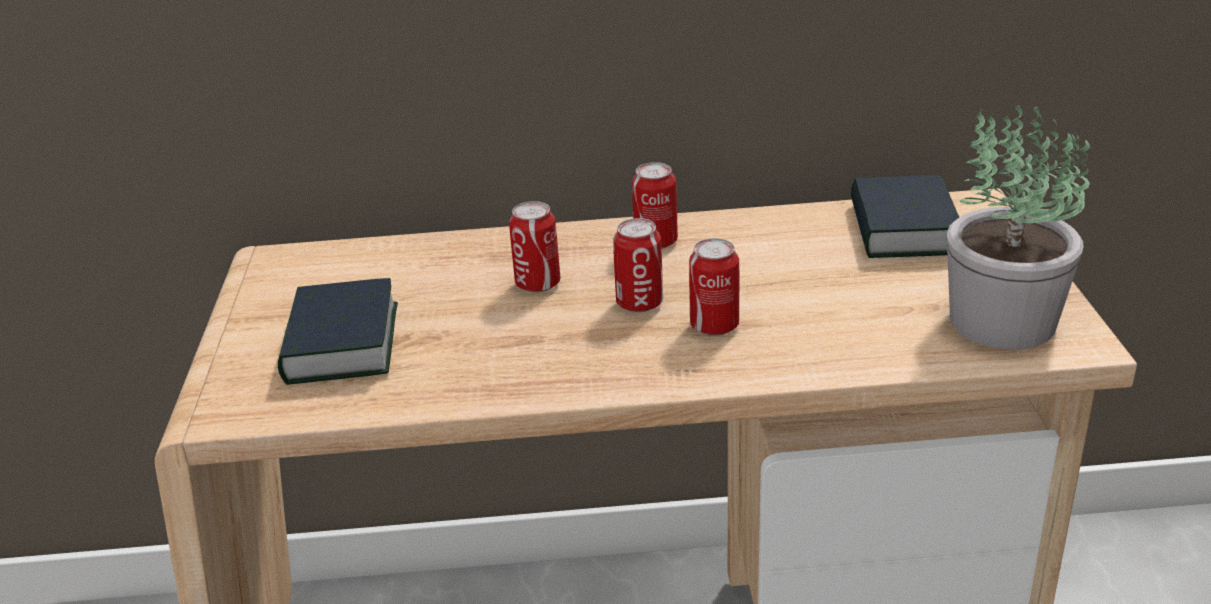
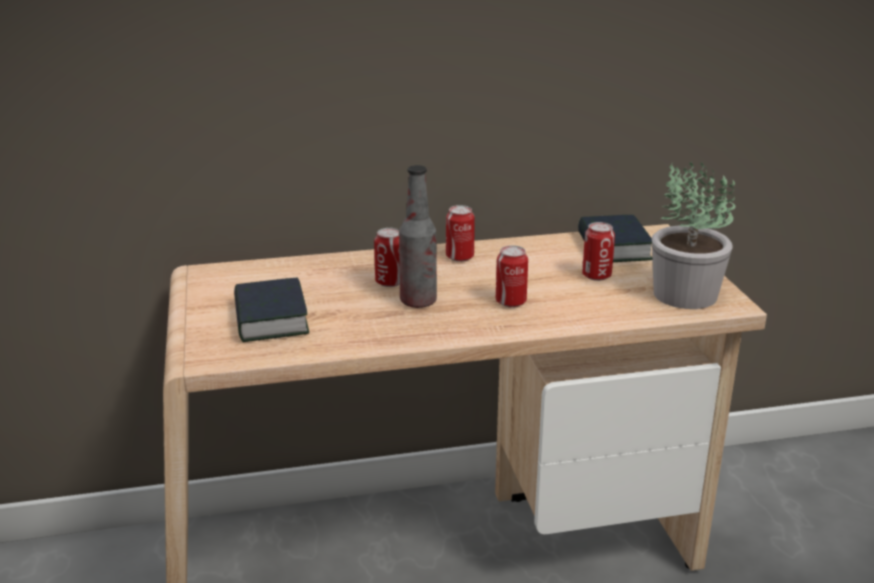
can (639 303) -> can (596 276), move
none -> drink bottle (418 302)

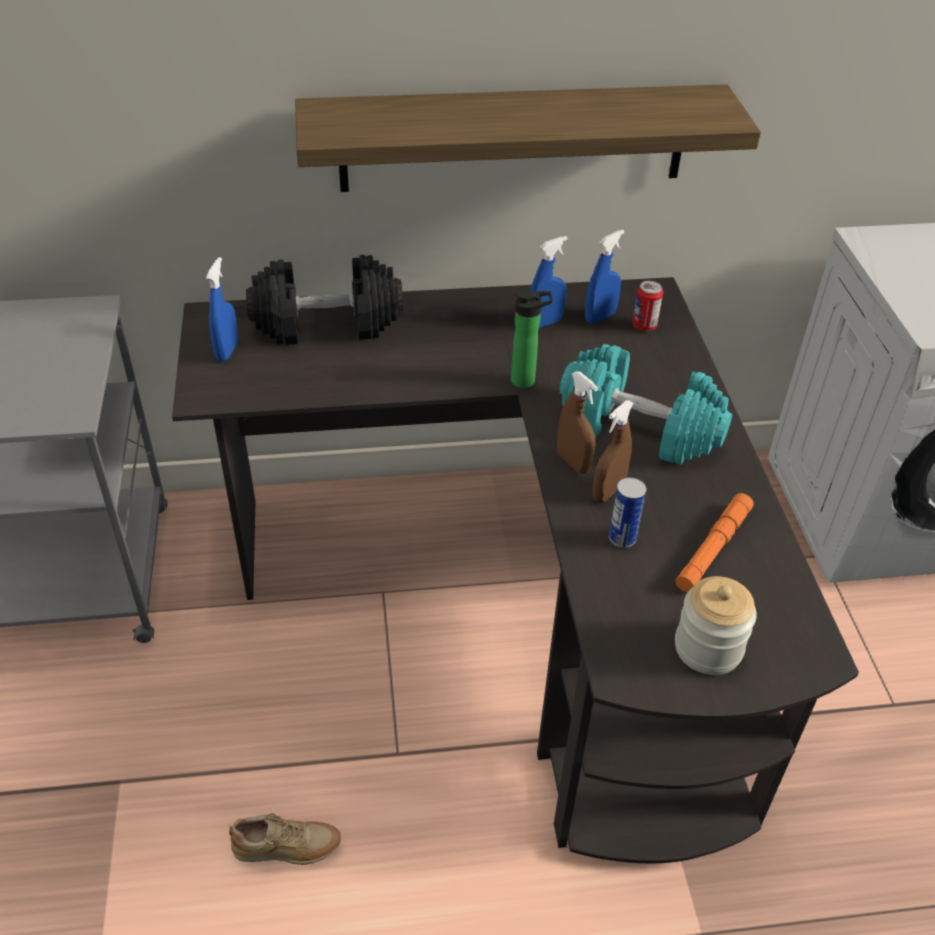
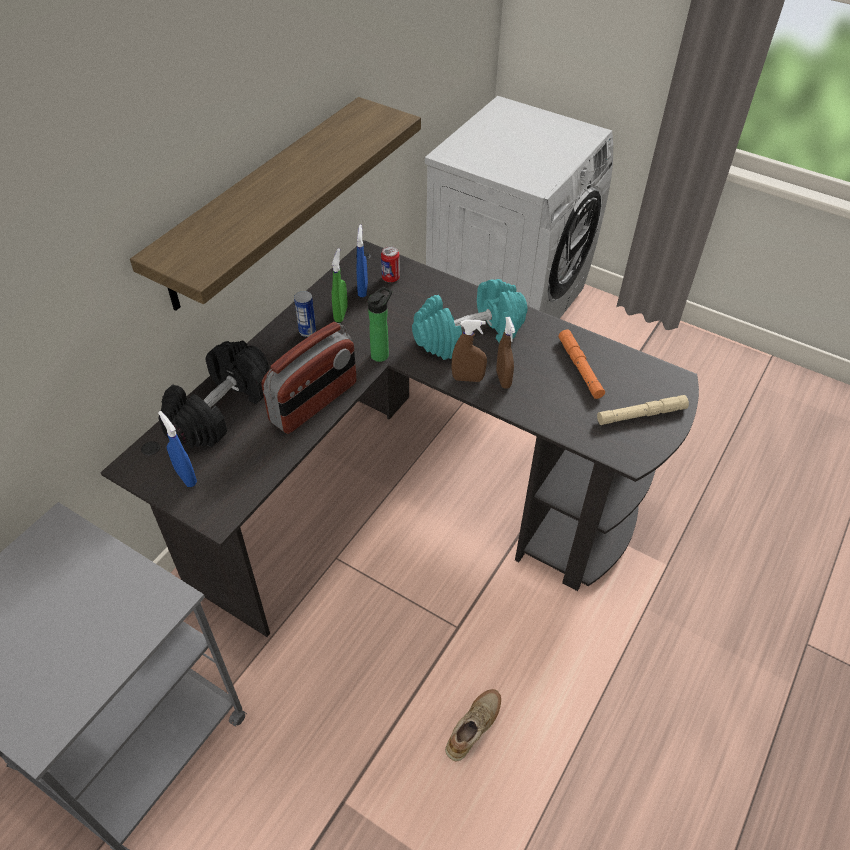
bluish spray bottle (545 323) -> greenish spray bottle (340 314)
can (622 538) -> can (307 331), move
preserve jar (708 648) -> sand-coloured torch (641 415)
none -> radio set (314 403)

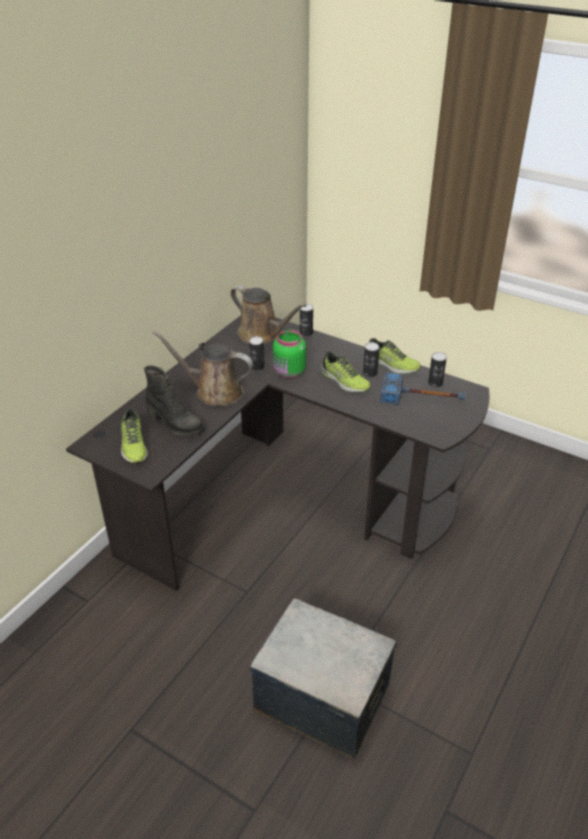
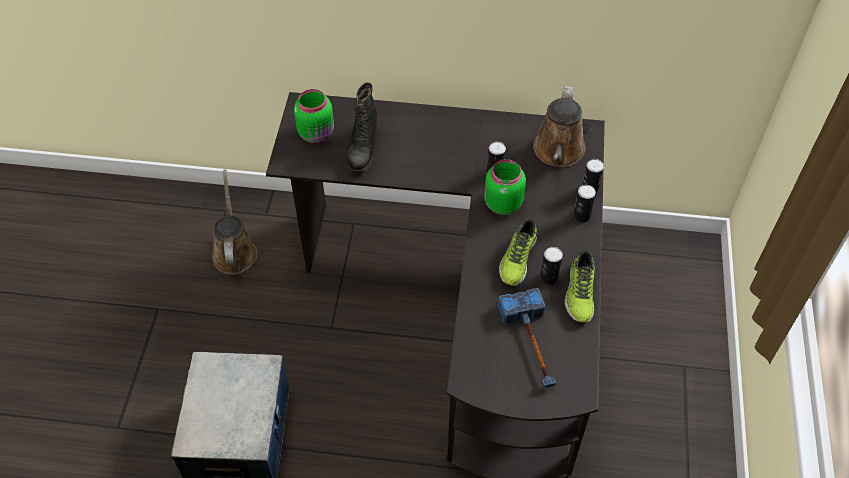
brown sprinkling can (214 391) -> brown sprinkling can (234 251), move
can (435 383) -> can (581 216), move
item of footwear (133 445) -> greenish preserve jar (317 133)

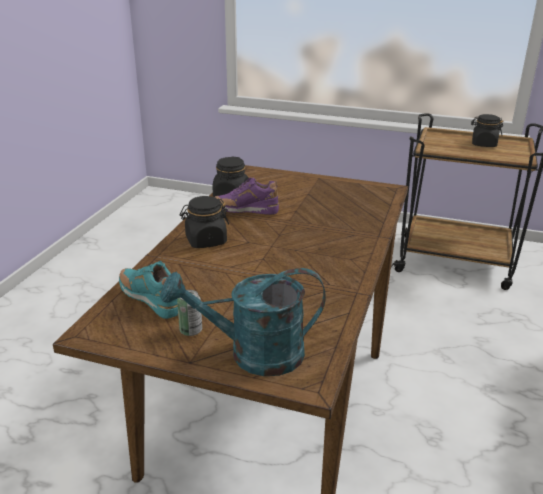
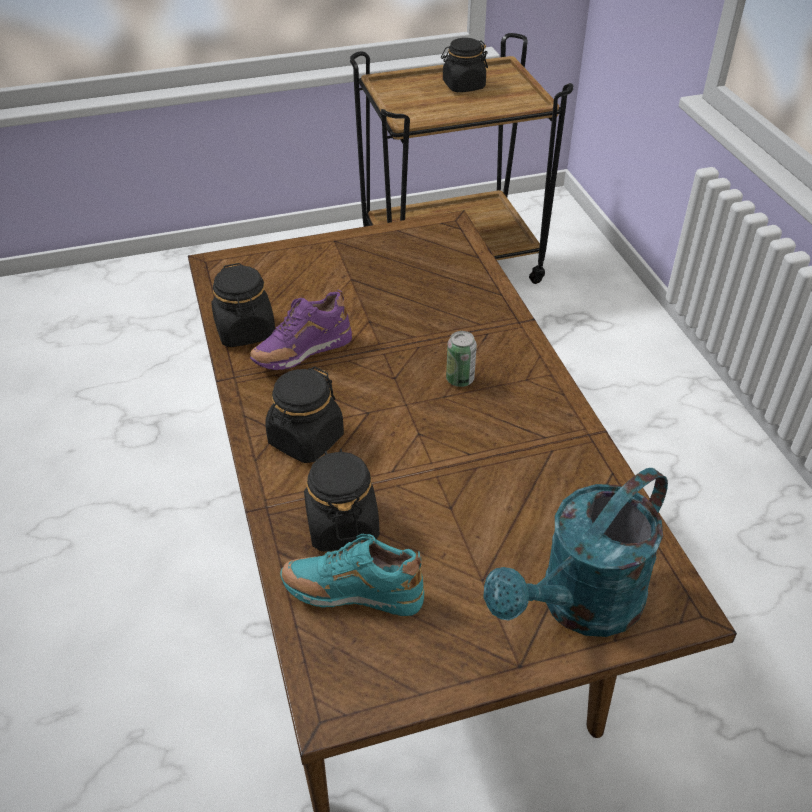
can (191 330) -> can (460 379), move
none -> black preserve jar (342 525)

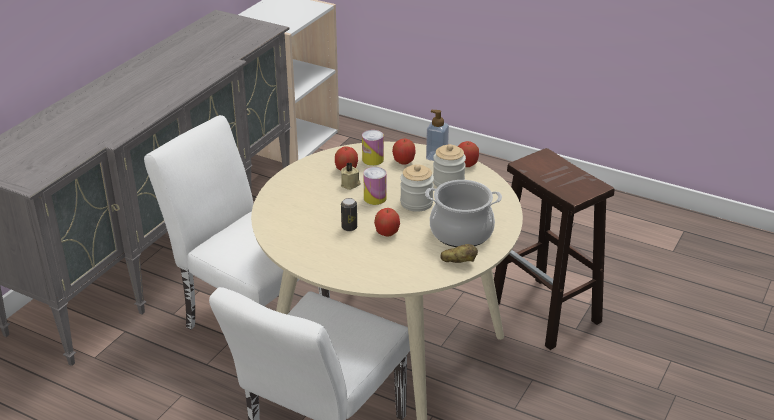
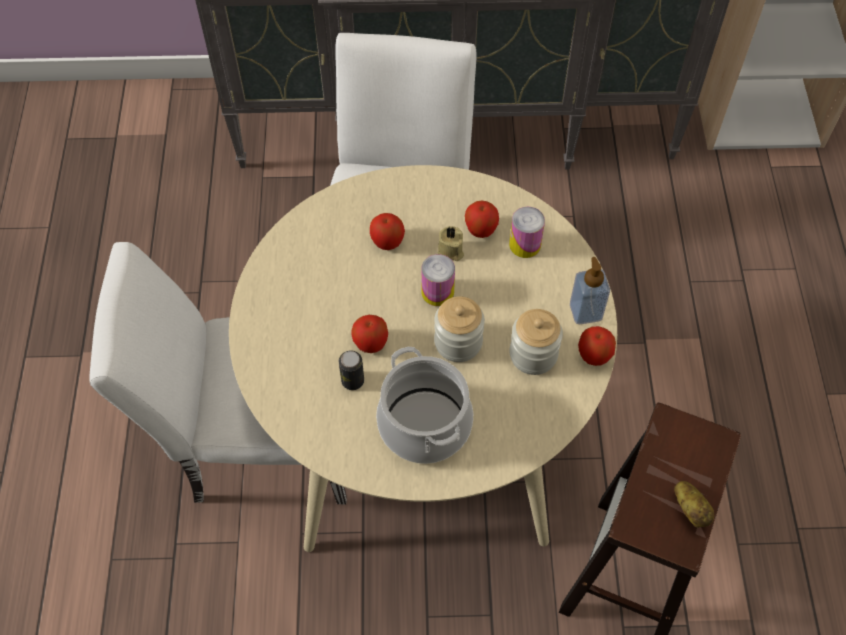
apple fruit (404 161) -> apple fruit (387 241), move
can (349 227) -> can (352 381), move
whole potato (458 262) -> whole potato (691 509), move

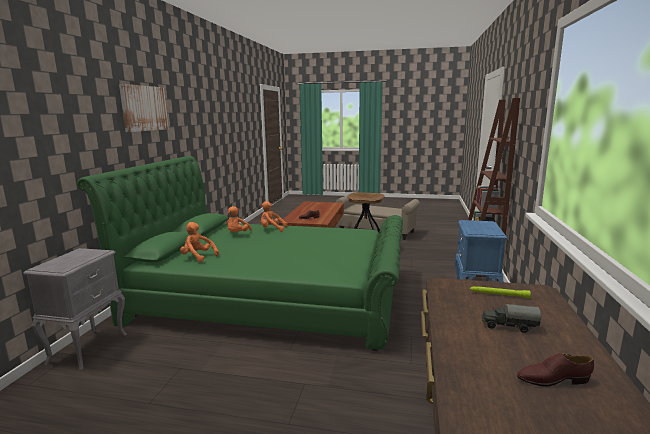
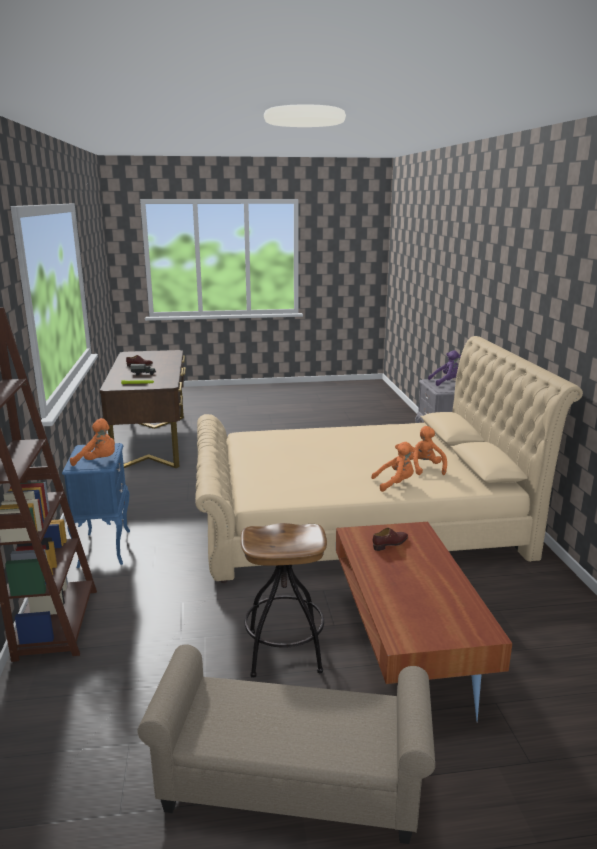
wall picture (144 108) -> none
greenish bed (269 295) -> sand-coloured bed (358 517)
orange-coloured plush toy (198 257) -> orange-coloured plush toy (98 461), move
none -> purple-coloured plush toy (445 382)

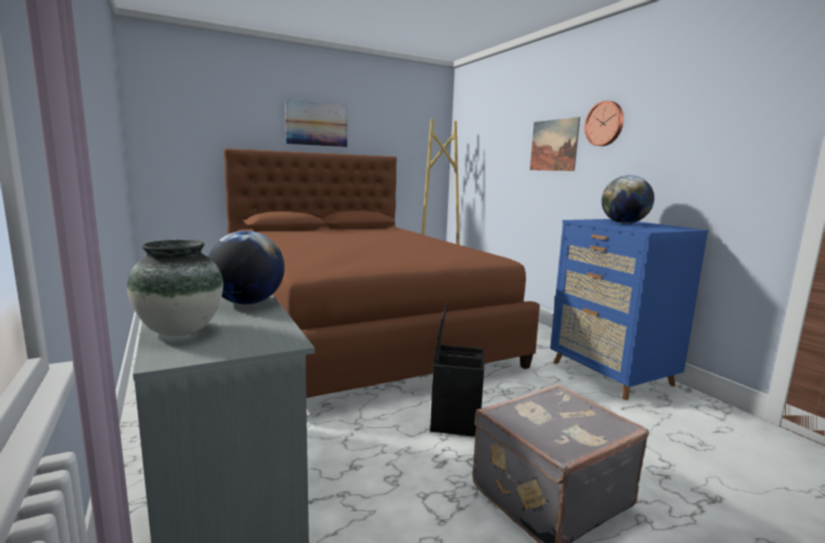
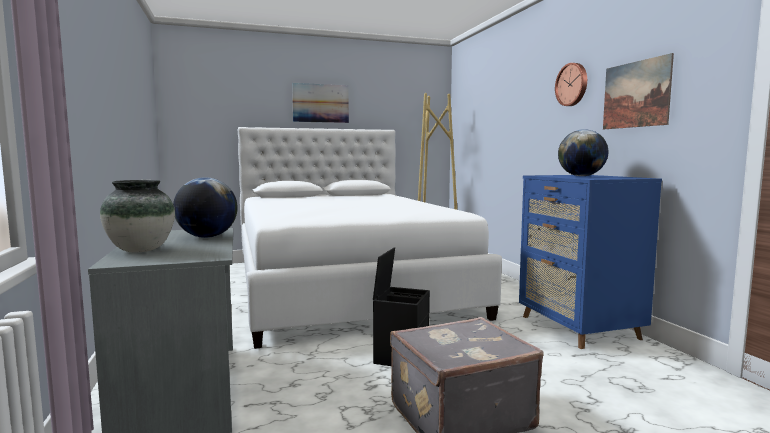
wall picture (553 145) -> wall picture (635 94), move
brown bed (357 329) -> white bed (345 285)

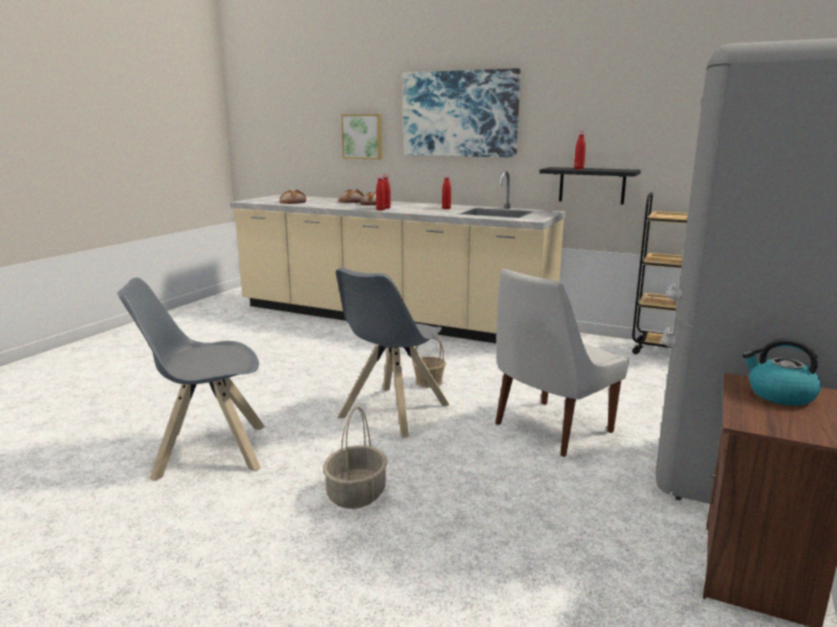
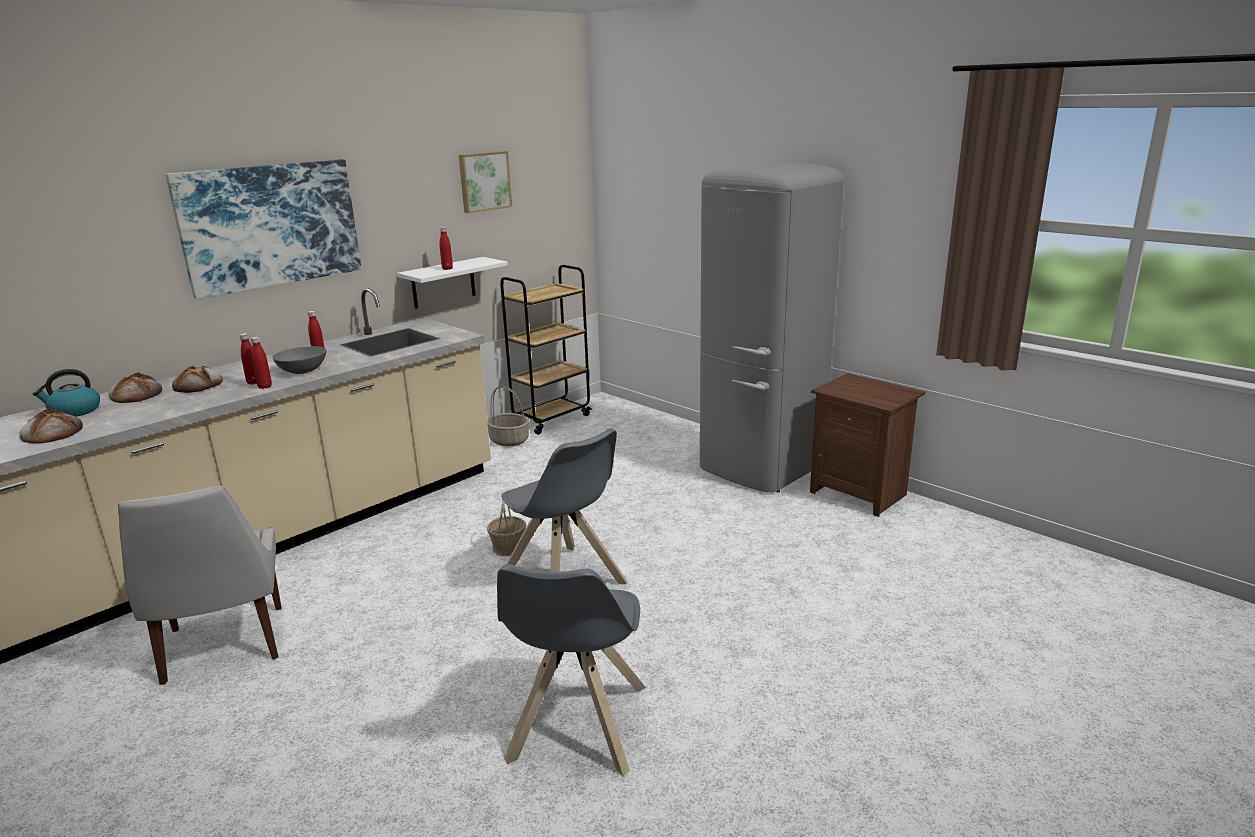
wall picture (362 136) -> wall picture (484 181), move
black wall shelf (592 185) -> white wall shelf (443 283)
white plain chair (549 429) -> white plain chair (223 647), move
tea kettle (779 395) -> tea kettle (74 411), move
storage basket (356 494) -> storage basket (509 440), move
none -> greyish bowl (303 370)

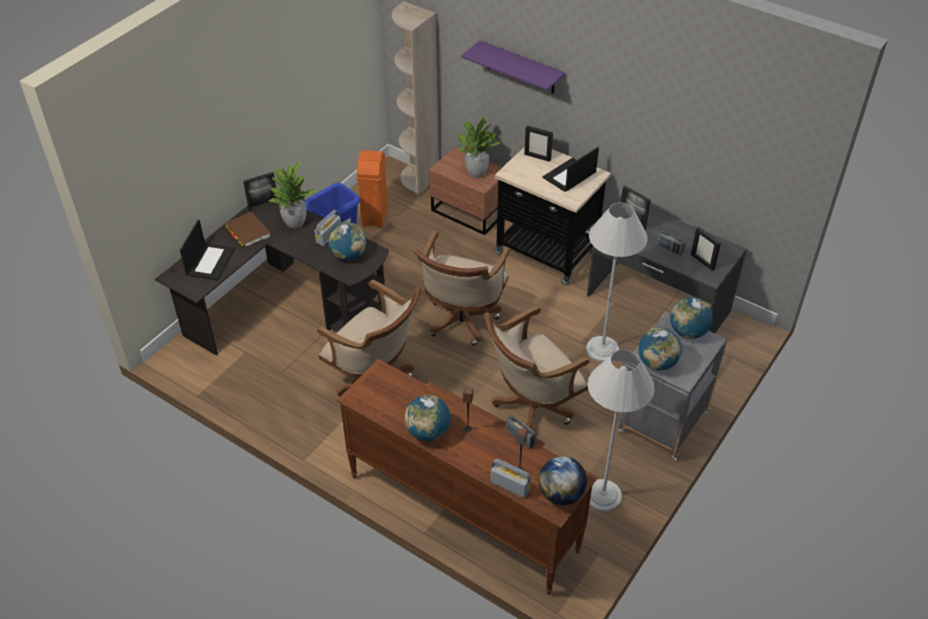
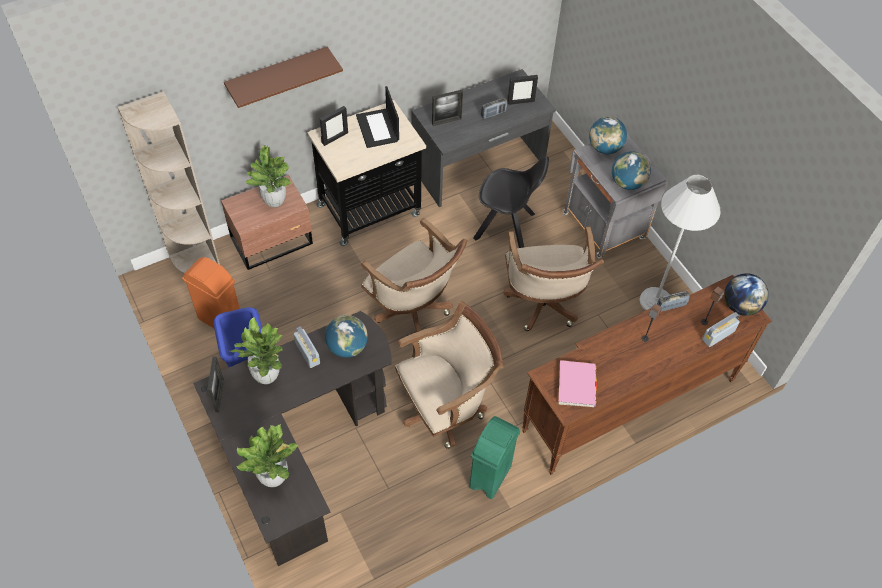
purple-coloured wall shelf (521 68) -> brown wall shelf (278 75)
white standing lamp (602 349) -> black plain chair (506 227)
brown volume (248 231) -> none
portable computer (210 261) -> houseplant (274 477)
desk globe (428 432) -> none
none -> pinkish volume (576 385)
none -> greenish trash can (489 477)

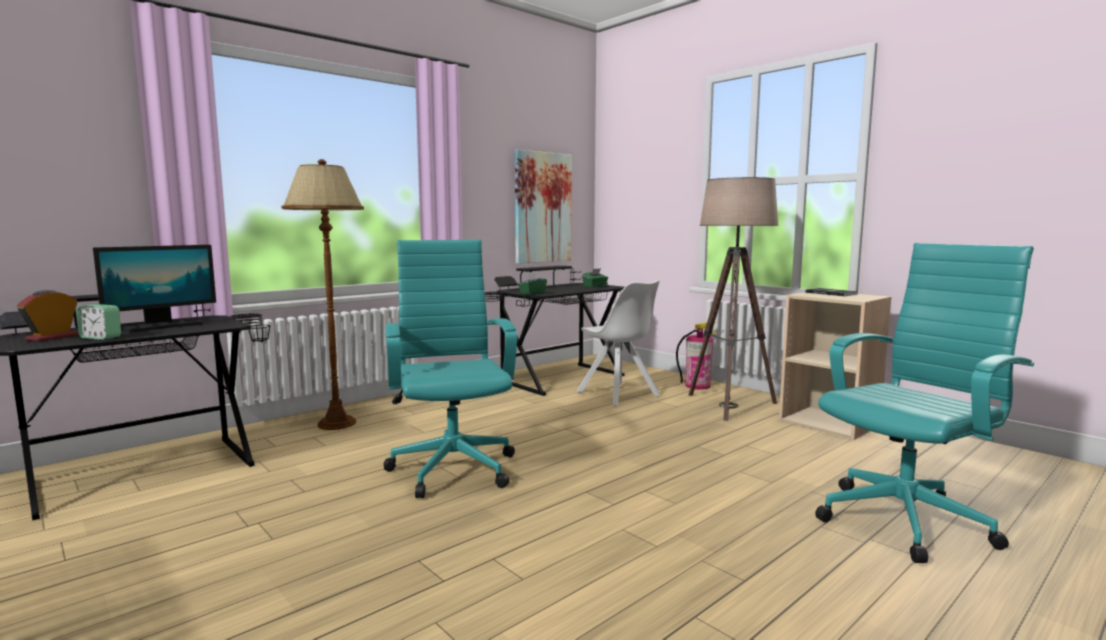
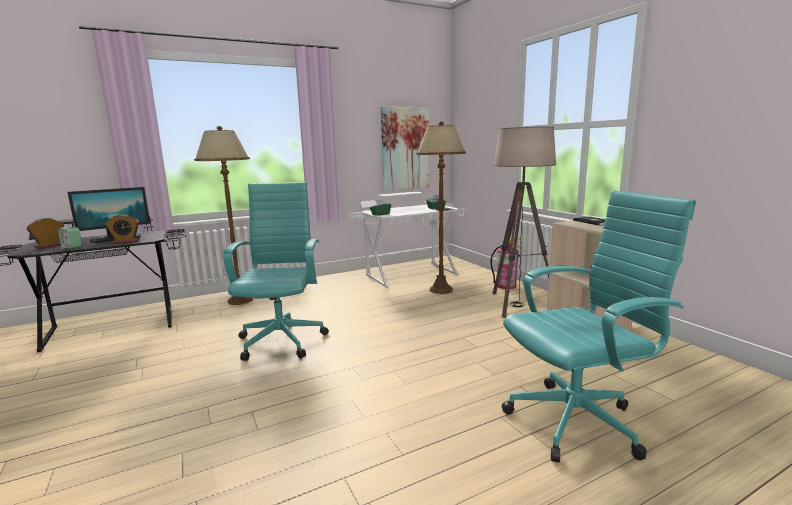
black desk table (560 378) -> white desk table (410 274)
white plain chair (618 394) -> brown standing lamp (440 290)
none -> alarm clock (125 242)

